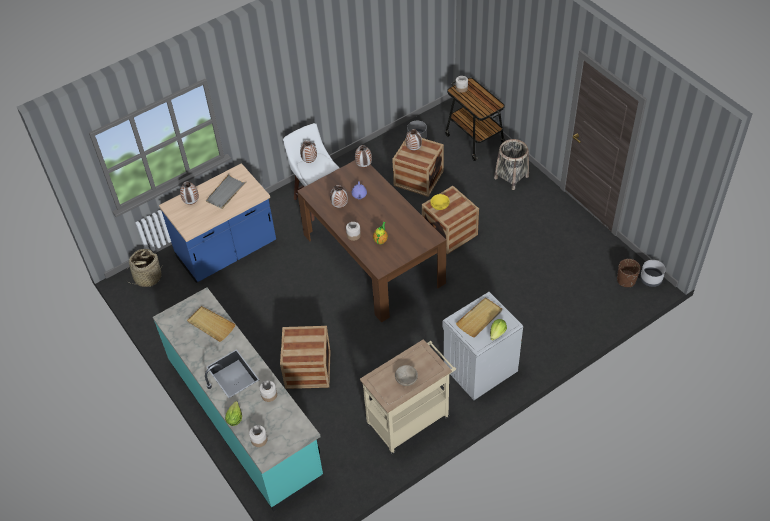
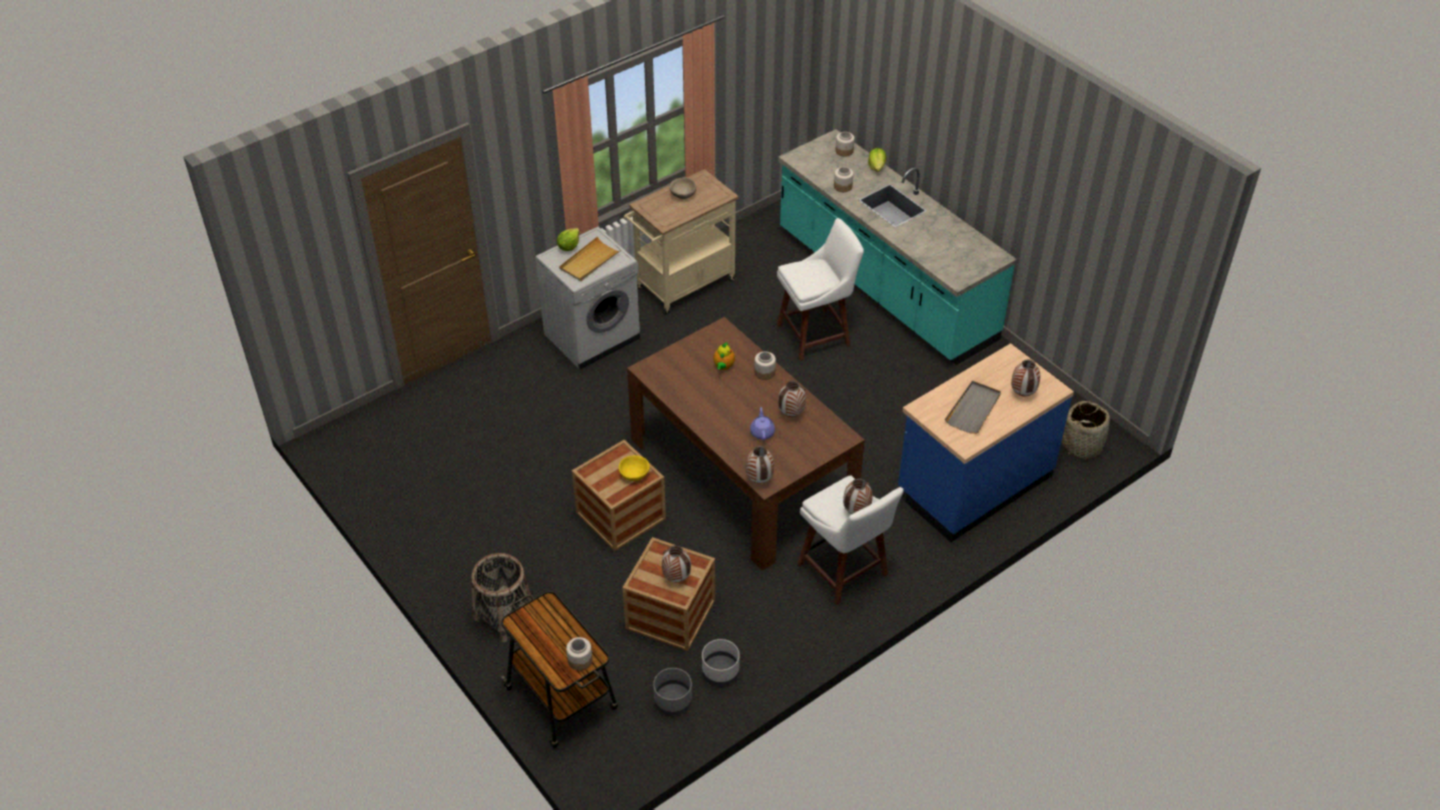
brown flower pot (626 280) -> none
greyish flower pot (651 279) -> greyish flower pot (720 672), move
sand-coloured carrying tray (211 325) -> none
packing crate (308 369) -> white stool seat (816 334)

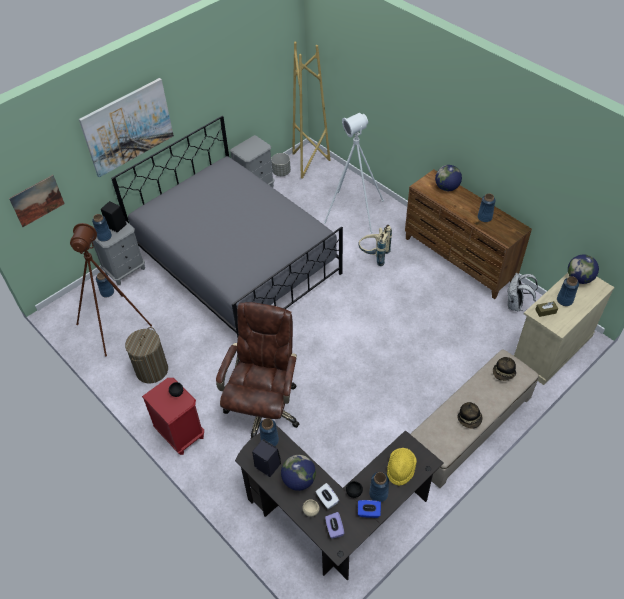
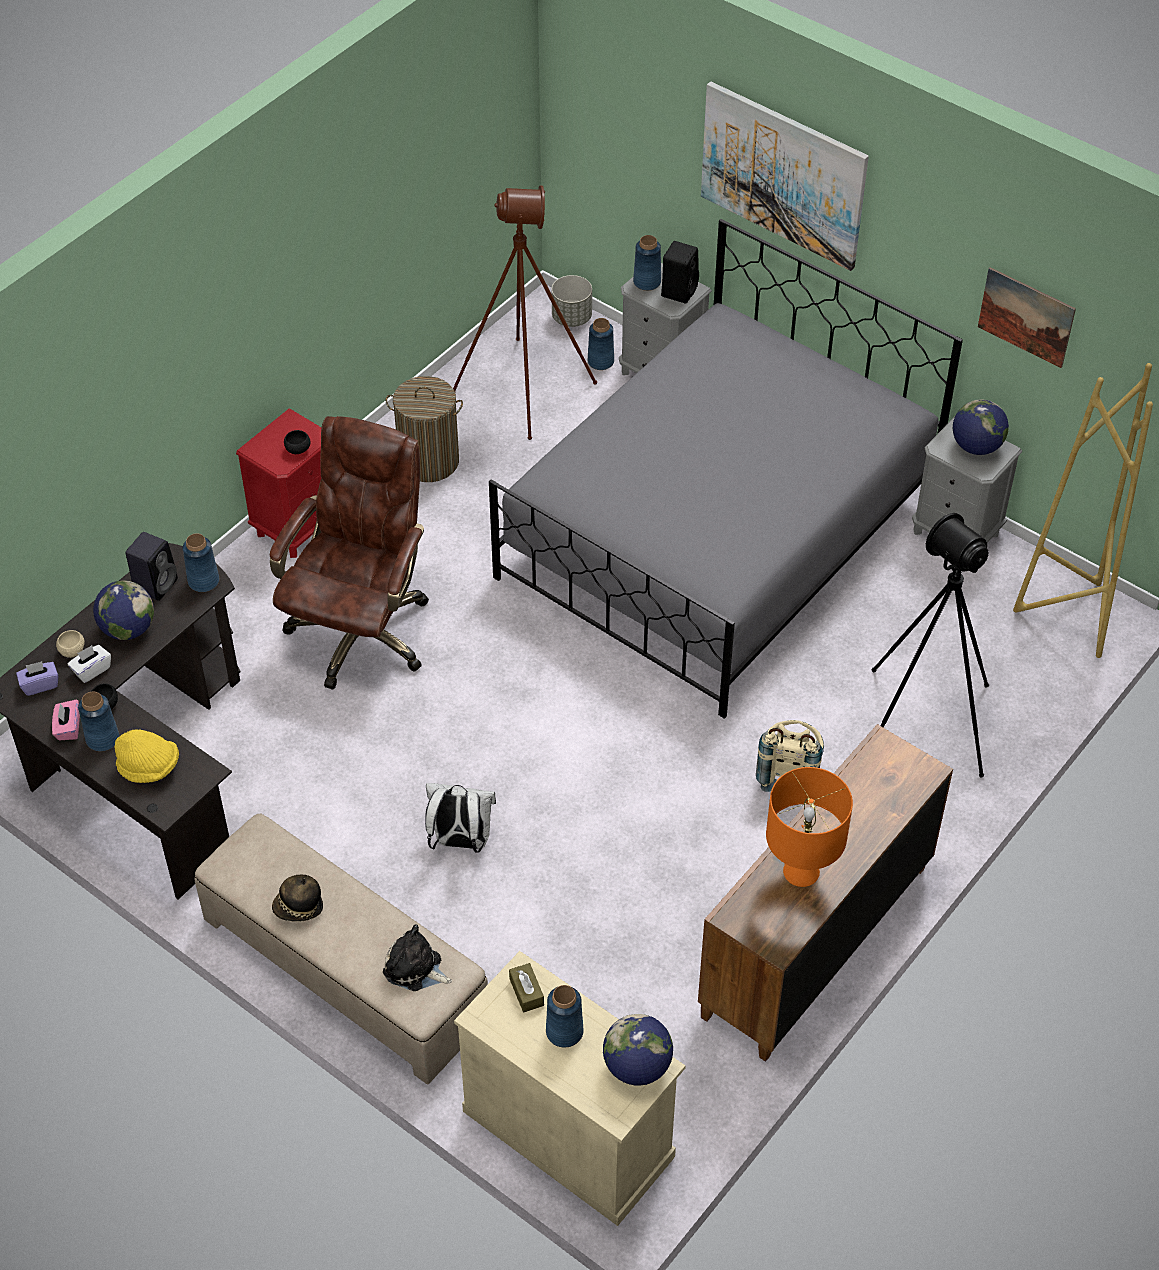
white standing lamp (354 212) -> black standing lamp (925 722)
greyish flower pot (281 172) -> greyish flower pot (571 318), move
desk globe (447 188) -> desk globe (976 446), move
wall picture (37 200) -> wall picture (1026 317), move
bluish decorative vase (485 217) -> orange-coloured lamp for a table (801 874)
white rucksack (515 305) -> white rucksack (460 841), move
brown office chair (264 408) -> brown office chair (360 633), 75 degrees counterclockwise
wearable hat (503 373) -> plush toy (415 969)
bluish tissue holder (368 512) -> pinkish tissue holder (68 728)

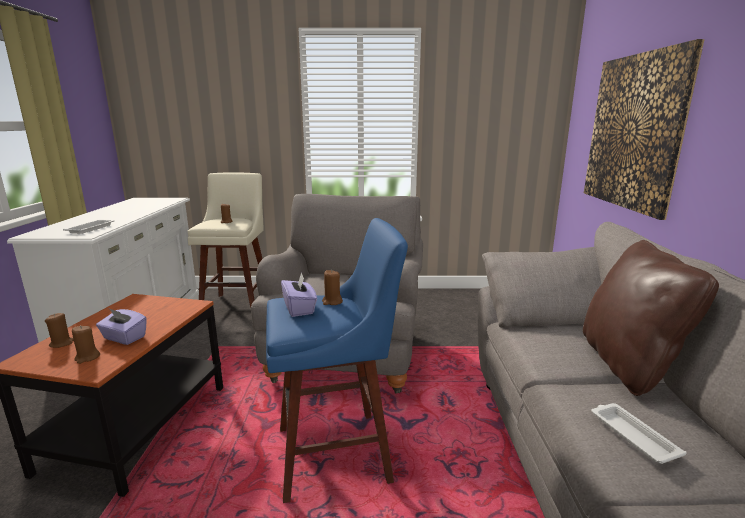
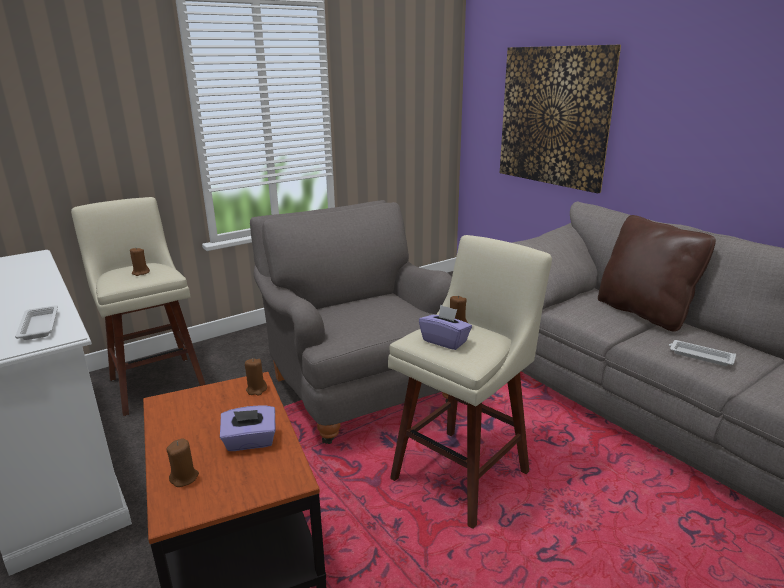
bluish stool seat (336 454) -> sand-coloured stool seat (463 474)
brown wax light (87 357) -> brown wax light (256 389), move

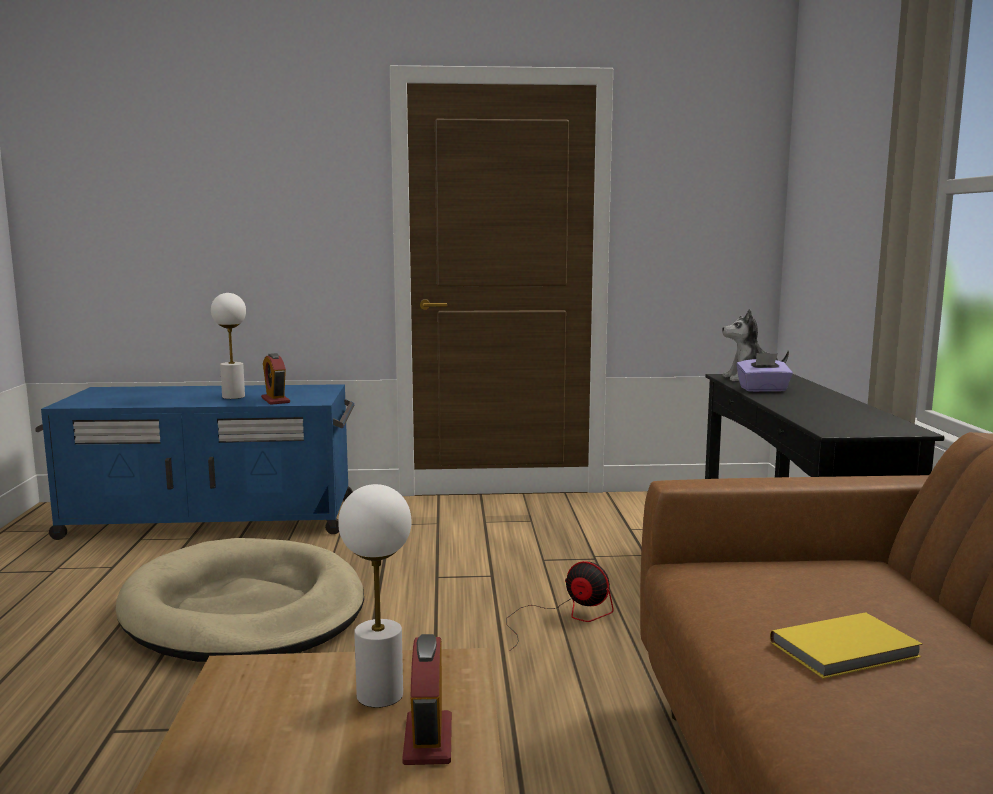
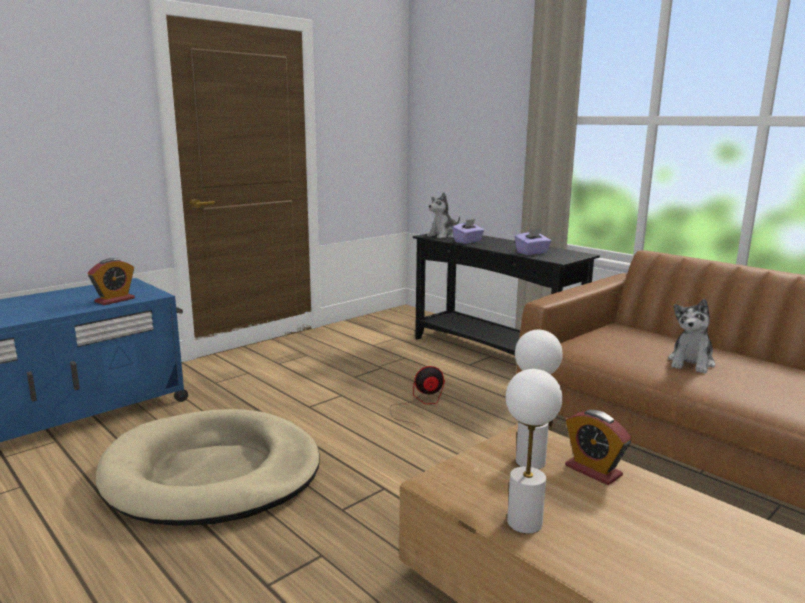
white lamp for a table (233 397) -> white lamp for a table (524 522), move
alarm clock (275 400) -> alarm clock (115 300), 75 degrees counterclockwise
yellow volume (847 650) -> plush toy (691 363)
none -> purple-coloured tissue holder (532 253)

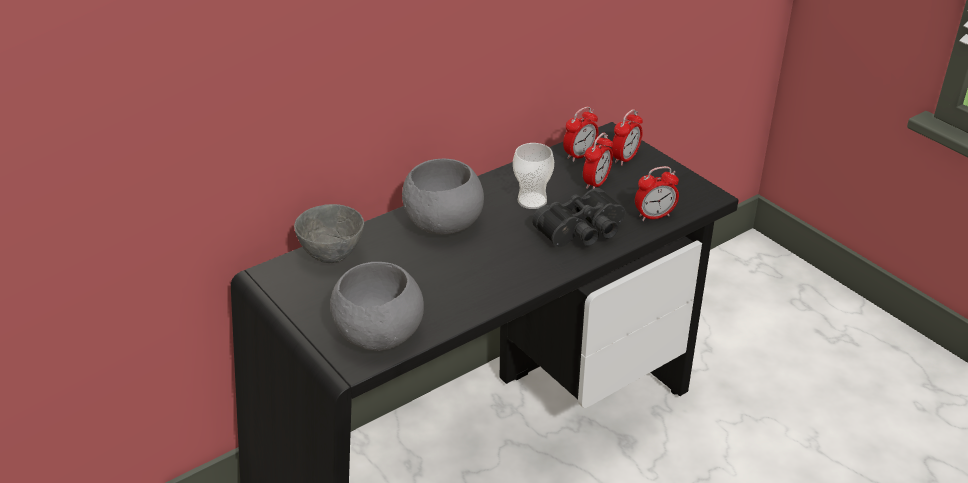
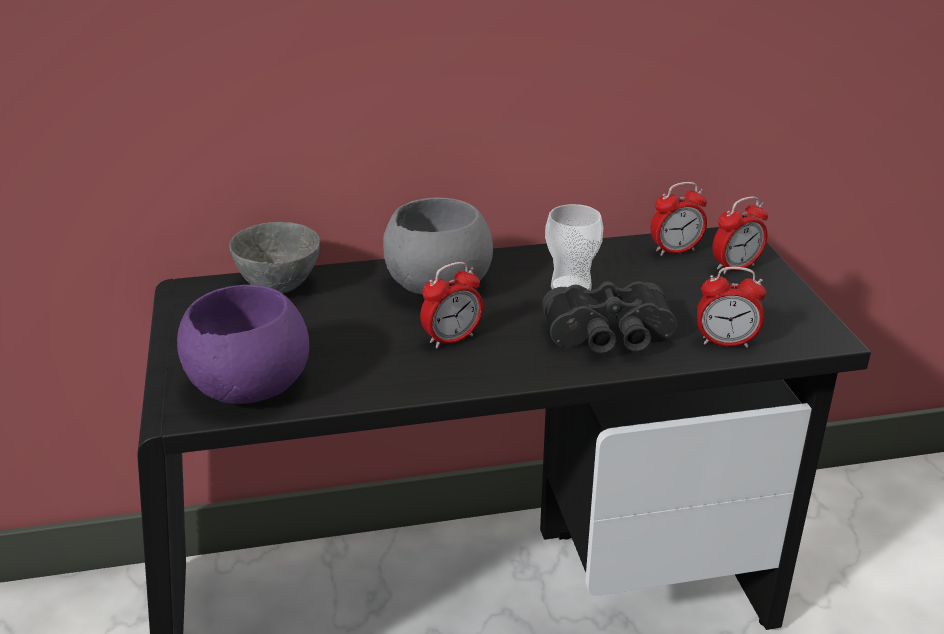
alarm clock (596 183) -> alarm clock (452 339), move
greyish bowl (377 334) -> purple-coloured bowl (248 385)

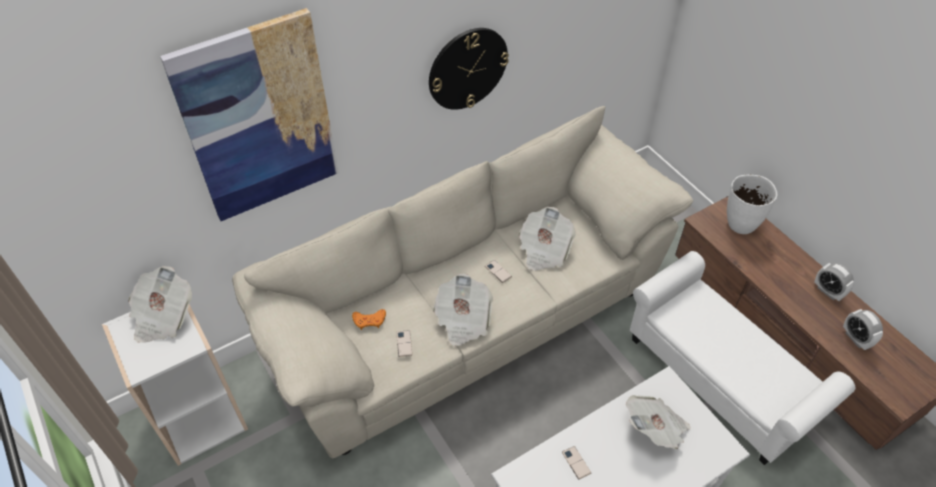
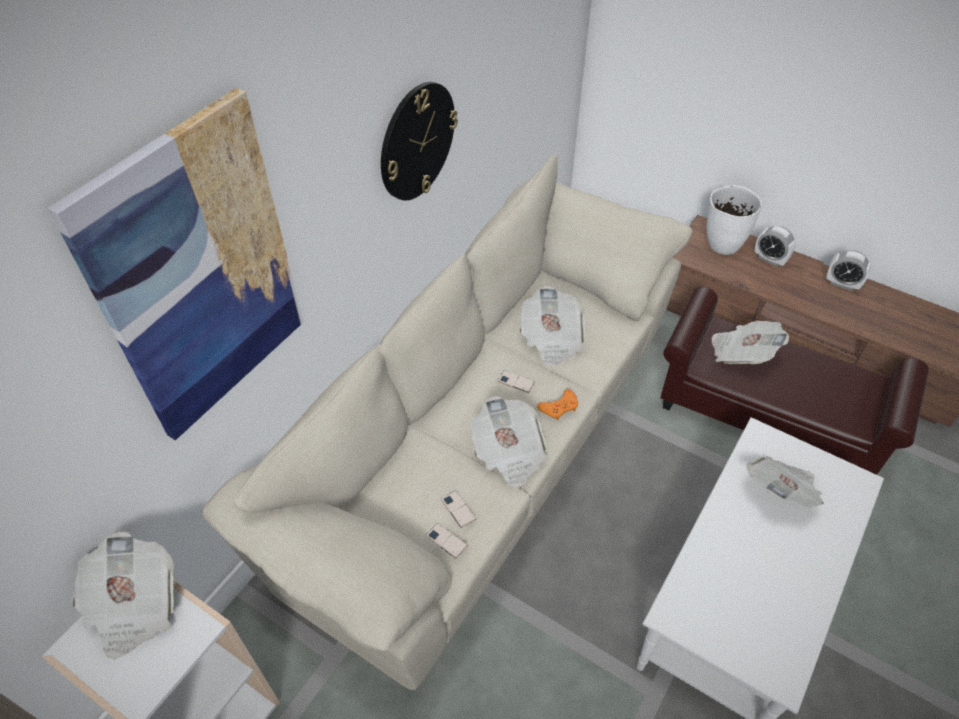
white ottoman (719 379) -> brown ottoman (769 415)
orange-coloured joypad (369 321) -> orange-coloured joypad (559 407), move
alarm clock (856 338) -> alarm clock (769 259), move
handset (576 462) -> handset (446 541), move
none -> printed paper (742 353)

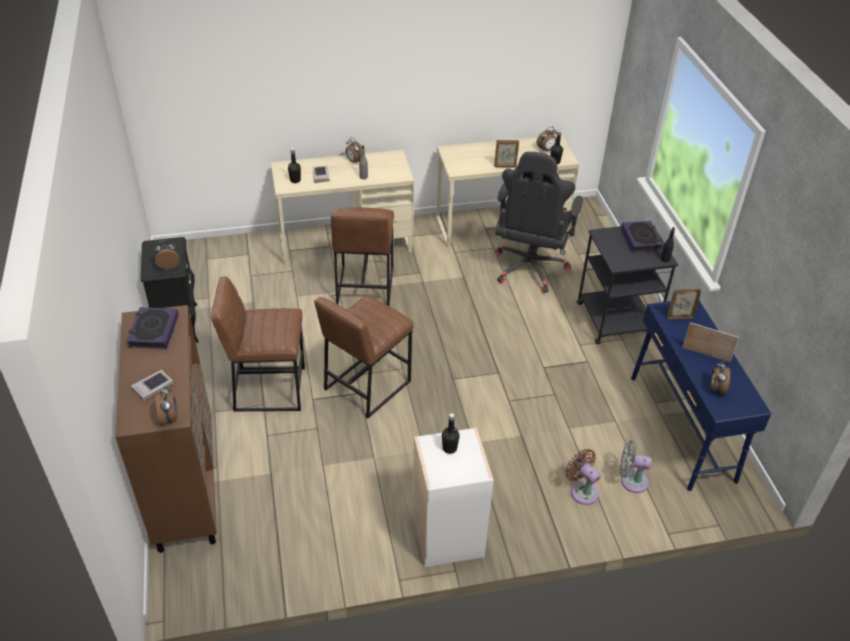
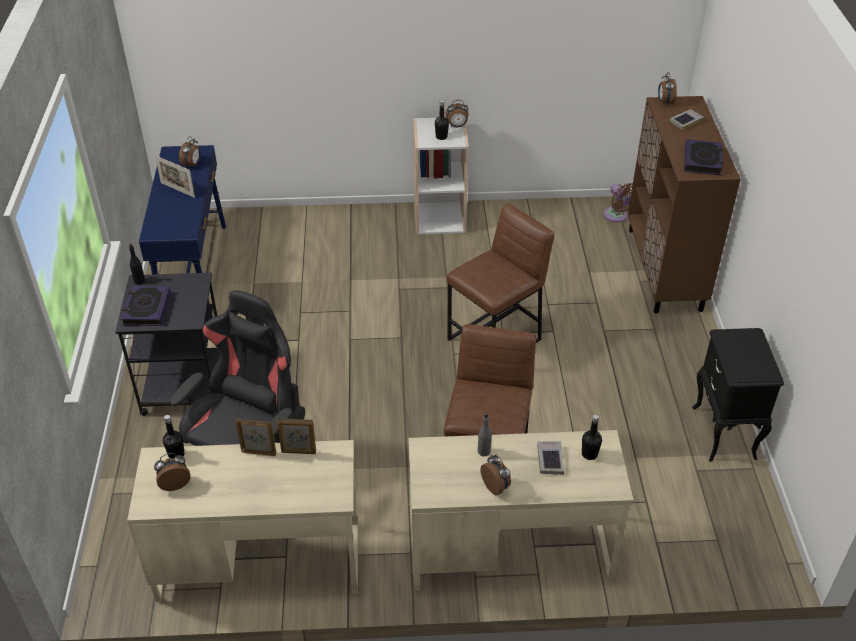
alarm clock (168 266) -> alarm clock (457 126), move
brown plain chair (268 389) -> none
standing frame (679 317) -> standing frame (298 452), move
greyish cooling fan (631 480) -> none
brown cooling fan (582 490) -> brown cooling fan (617 216), move

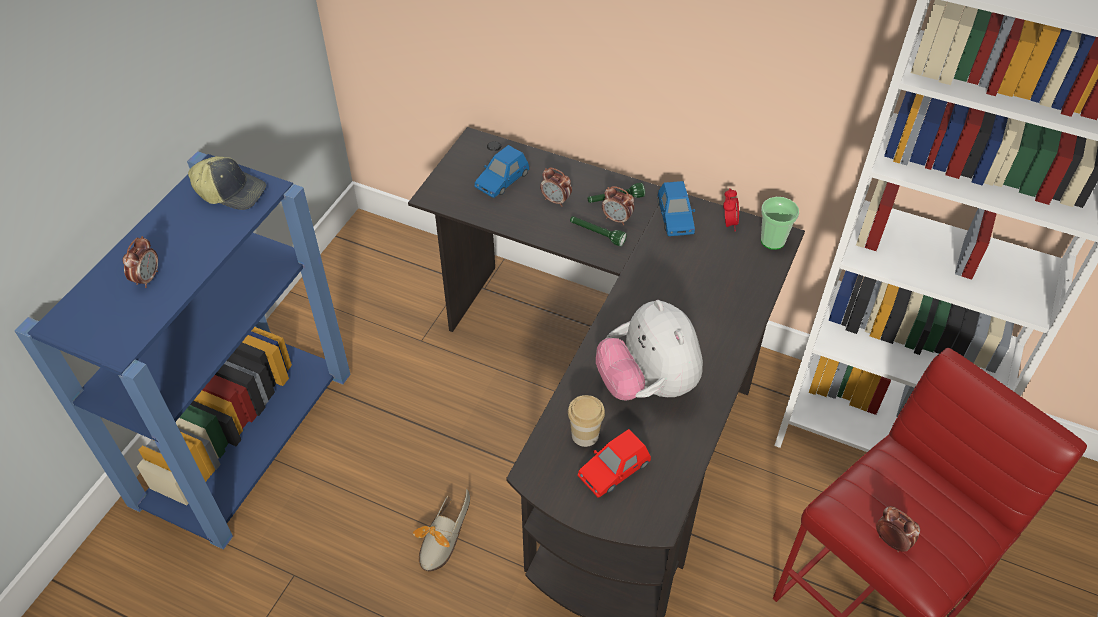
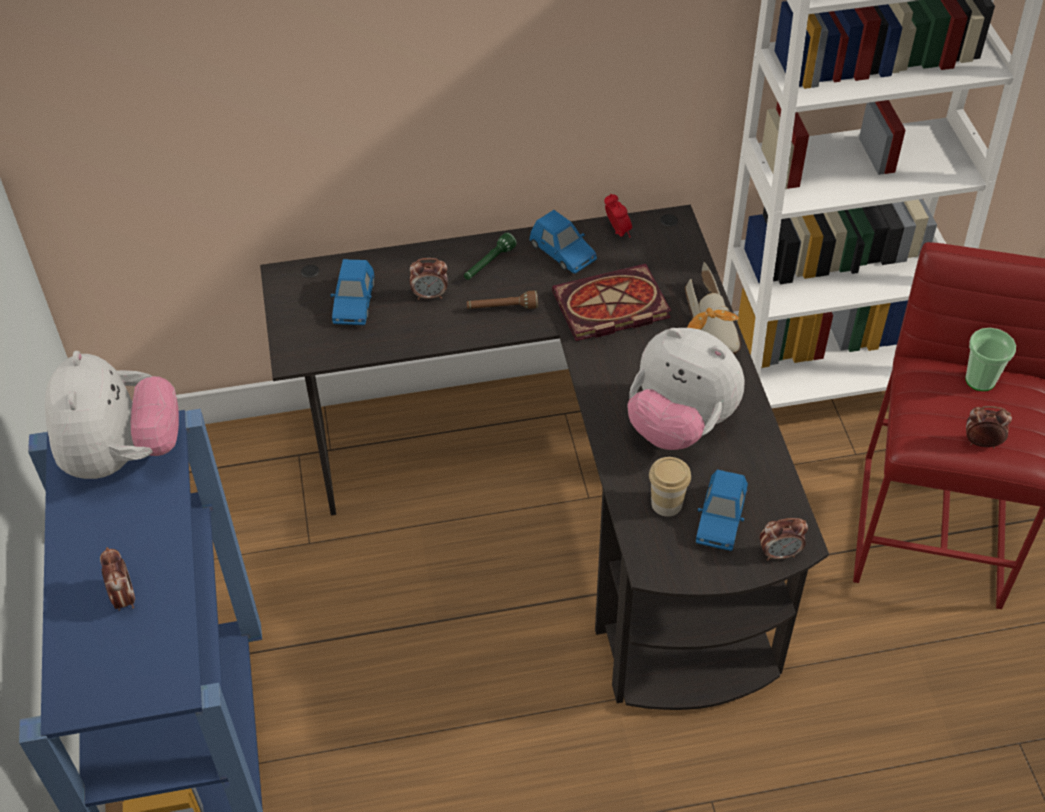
cap (231 192) -> plush toy (122 456)
alarm clock (617 219) -> alarm clock (779 553), move
small cup (772 241) -> small cup (980 380), move
greenish torch (596 234) -> brown torch (502 308)
reddish miniature car (614 470) -> bluish miniature car (720 519)
item of footwear (441 540) -> item of footwear (712 327), move
none -> volume (609 308)

